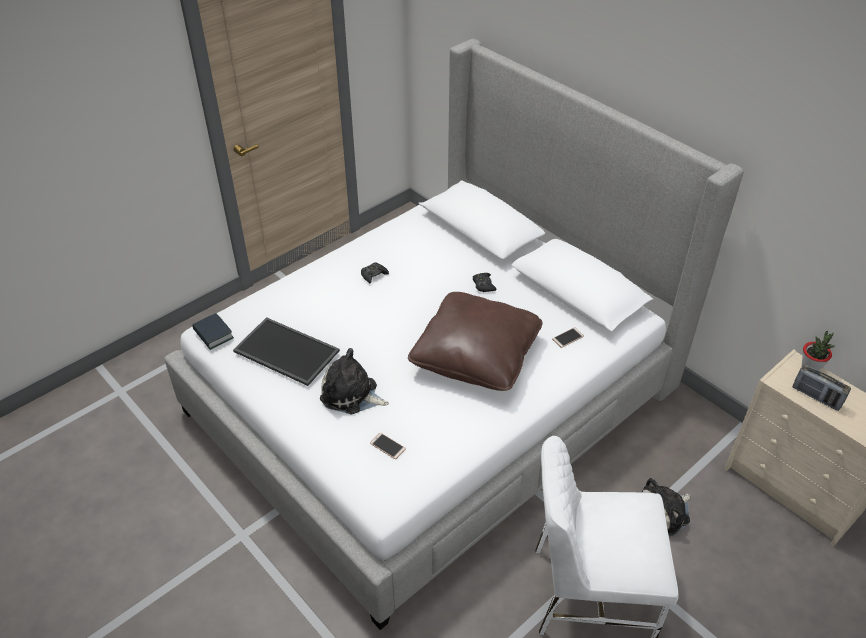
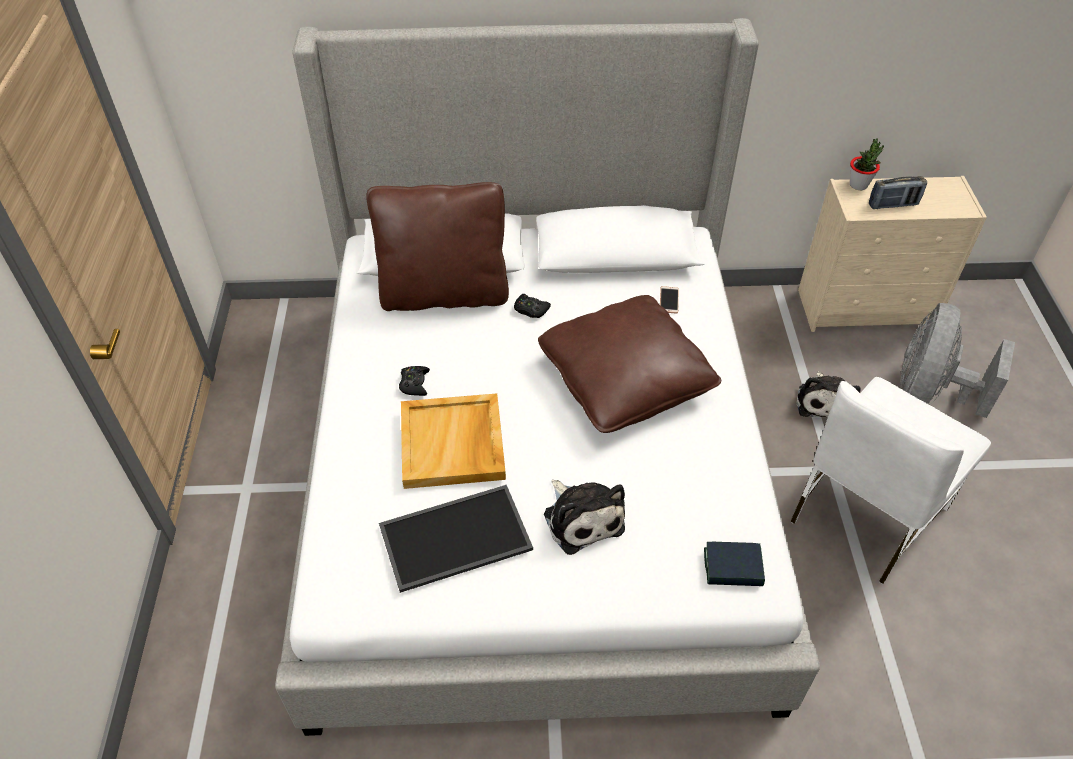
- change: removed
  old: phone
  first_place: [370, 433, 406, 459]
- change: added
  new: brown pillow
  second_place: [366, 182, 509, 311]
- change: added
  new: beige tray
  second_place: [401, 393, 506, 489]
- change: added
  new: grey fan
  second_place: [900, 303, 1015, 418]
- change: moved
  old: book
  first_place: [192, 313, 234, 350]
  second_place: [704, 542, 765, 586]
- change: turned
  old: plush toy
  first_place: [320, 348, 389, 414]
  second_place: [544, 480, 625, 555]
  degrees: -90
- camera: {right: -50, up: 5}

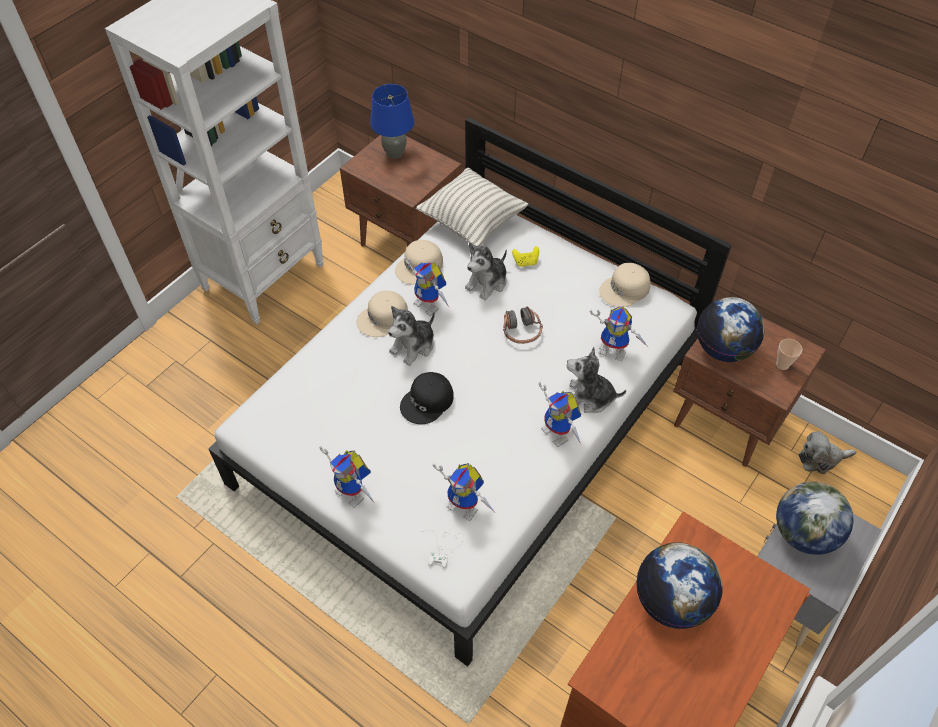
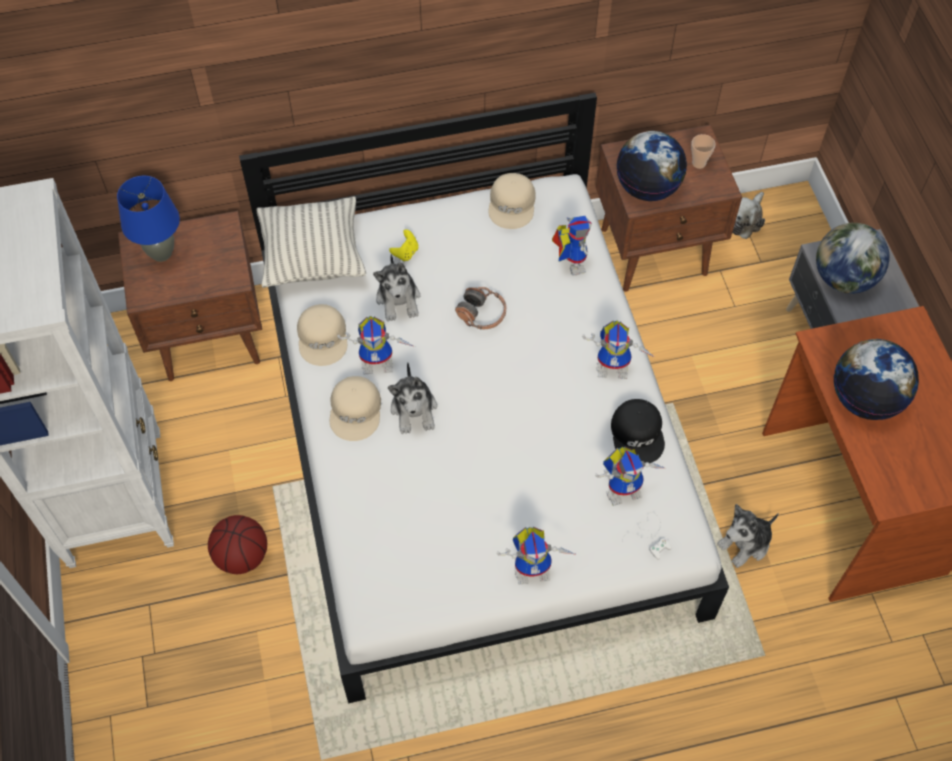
- change: added
  new: basketball
  second_place: [208, 515, 267, 574]
- change: moved
  old: black cap
  first_place: [400, 372, 454, 424]
  second_place: [611, 399, 665, 464]
- change: moved
  old: plush toy
  first_place: [567, 347, 626, 413]
  second_place: [717, 504, 779, 568]
- change: turned
  old: toy robot
  first_place: [590, 306, 648, 361]
  second_place: [552, 216, 592, 276]
  degrees: -75
- camera: {right: -50, up: 5}

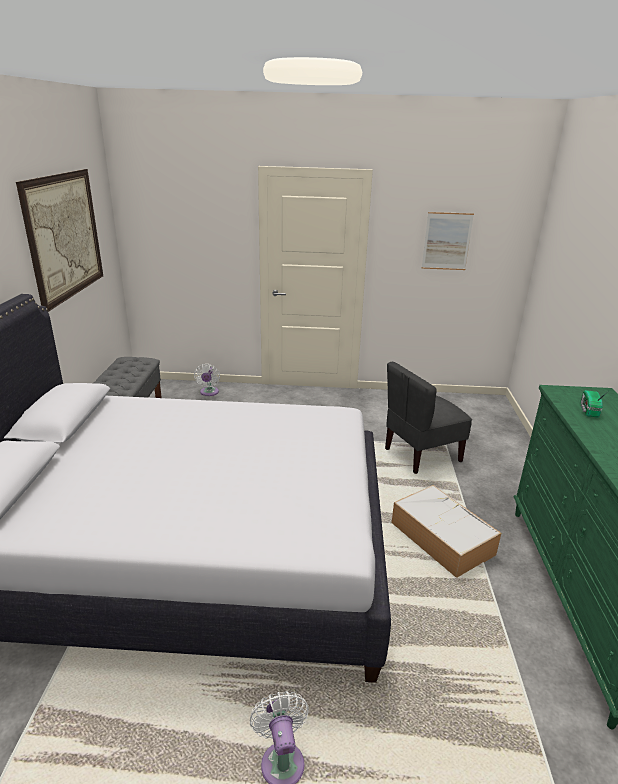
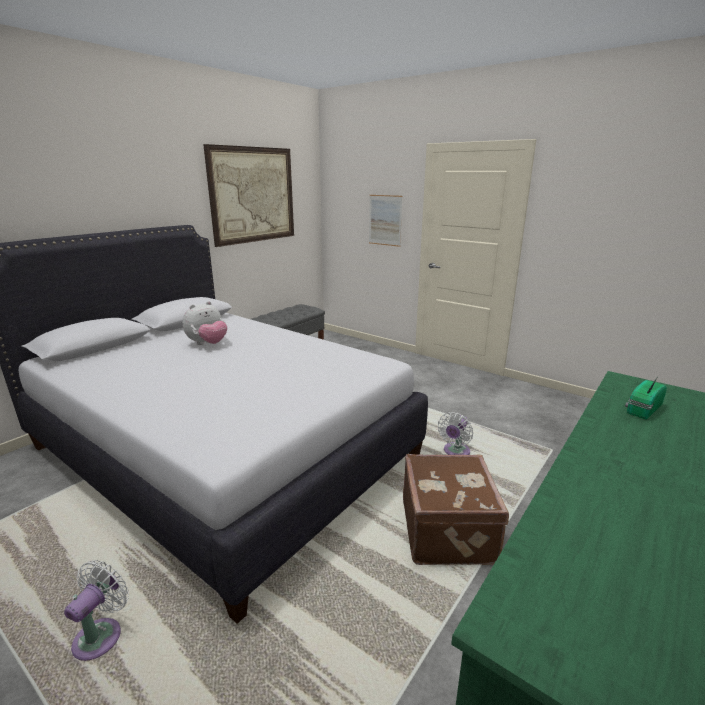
- change: removed
  old: grey chair
  first_place: [385, 362, 472, 474]
- change: added
  new: plush toy
  second_place: [183, 301, 227, 345]
- change: moved
  old: white fan
  first_place: [194, 364, 220, 396]
  second_place: [438, 412, 473, 455]
- change: moved
  old: picture
  first_place: [422, 212, 474, 270]
  second_place: [369, 195, 403, 247]
- change: replaced
  old: storage box
  new: brown suitcase
  first_place: [392, 485, 501, 578]
  second_place: [403, 454, 509, 565]
- camera: {right: 35, up: -5}

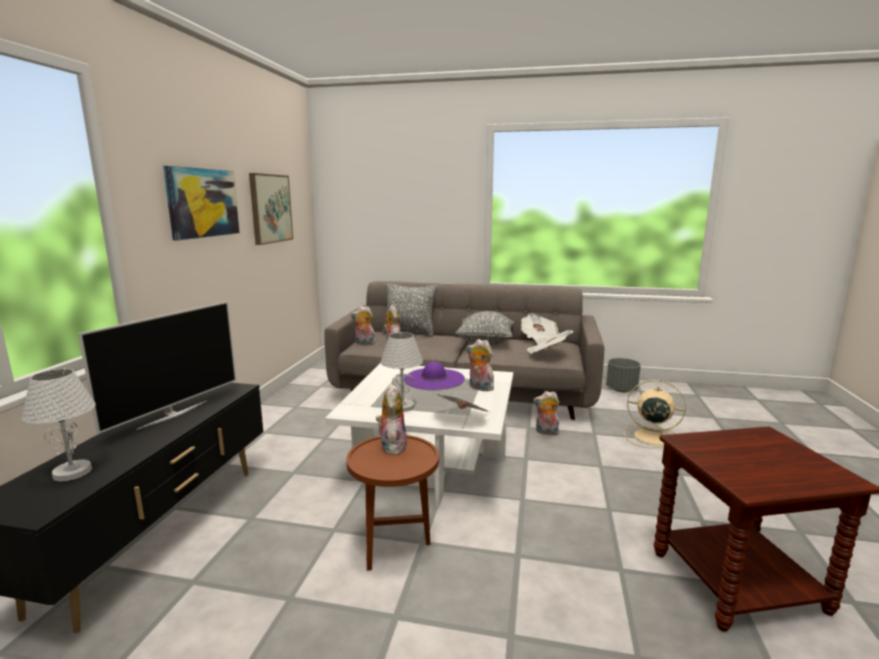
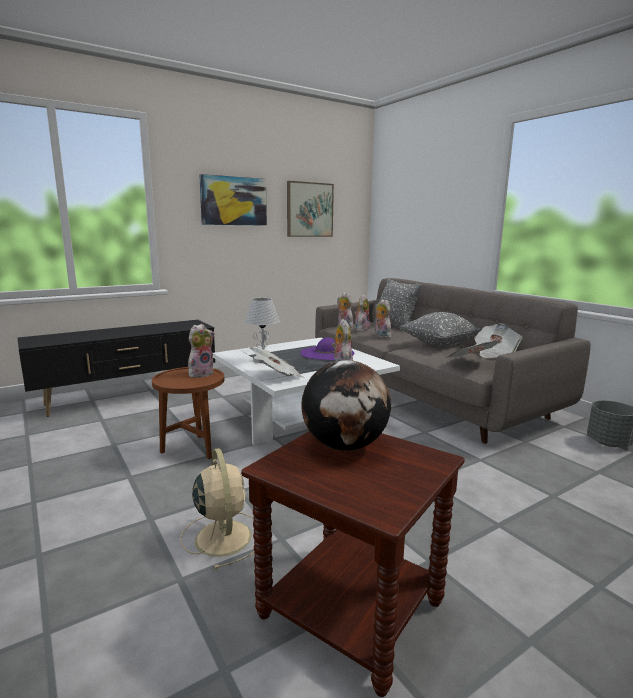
- change: removed
  old: white table lamp
  first_place: [21, 369, 96, 481]
- change: removed
  old: television
  first_place: [78, 301, 236, 434]
- change: added
  new: globe
  second_place: [301, 360, 391, 451]
- change: moved
  old: plush toy
  first_place: [533, 391, 559, 435]
  second_place: [375, 299, 392, 338]
- change: moved
  old: beige fan
  first_place: [624, 380, 686, 448]
  second_place: [180, 448, 255, 570]
- camera: {right: 45, up: 0}

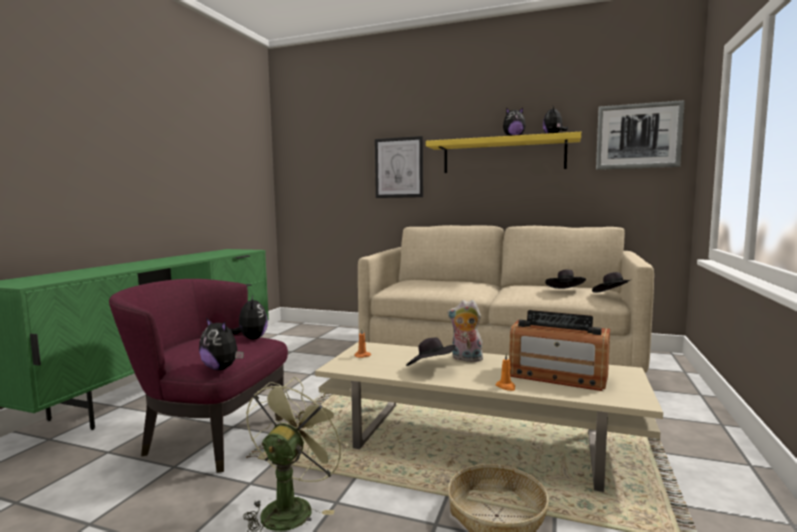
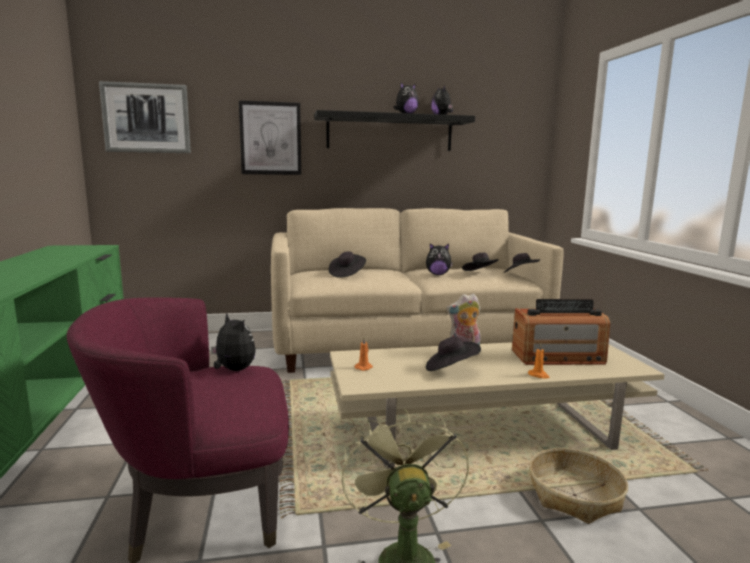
- change: added
  new: black hat
  second_place: [329, 252, 366, 278]
- change: moved
  old: plush toy
  first_place: [199, 318, 244, 370]
  second_place: [426, 243, 453, 275]
- change: moved
  old: picture
  first_place: [596, 100, 685, 170]
  second_place: [99, 81, 191, 153]
- change: recoloured
  old: yellow shelf
  new: black shelf
  first_place: [426, 132, 581, 173]
  second_place: [314, 110, 475, 151]
- camera: {right: -30, up: 5}

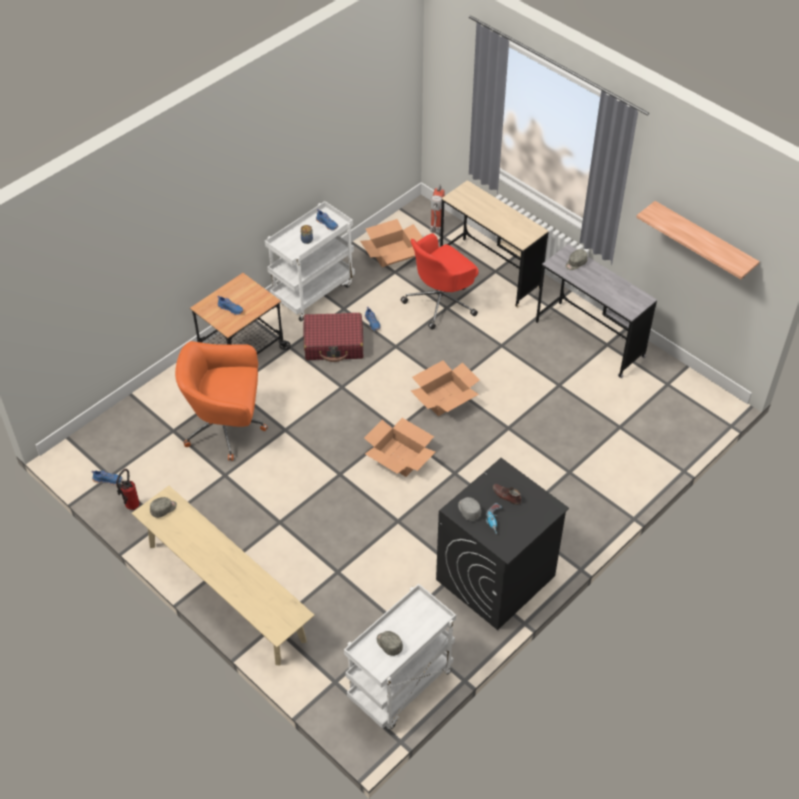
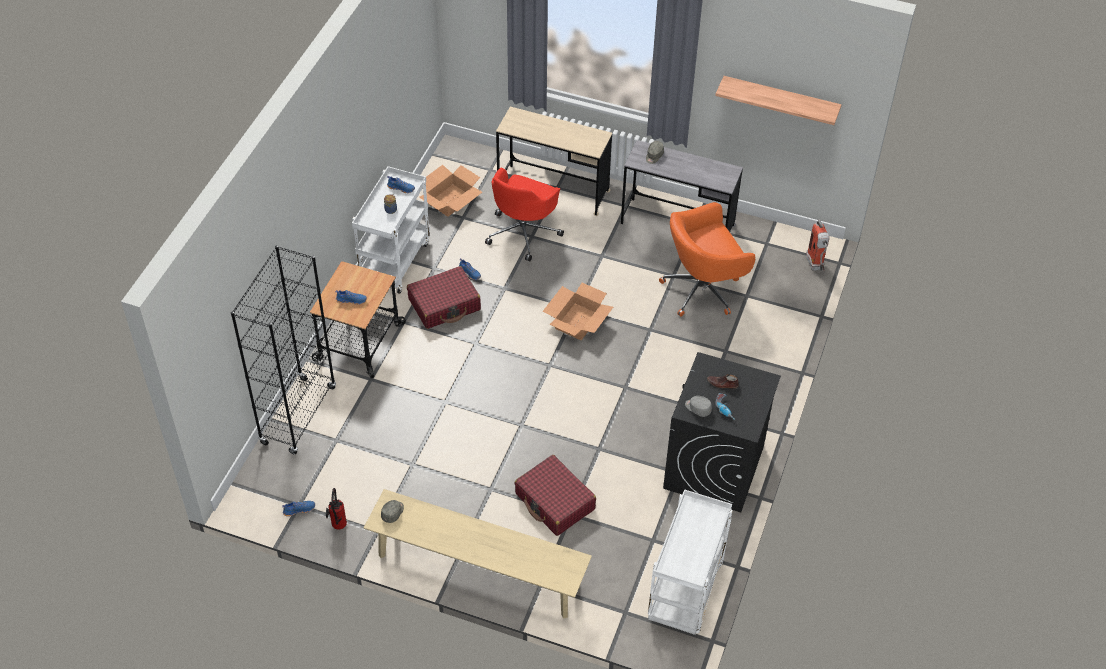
- change: removed
  old: cardboard box
  first_place: [364, 418, 435, 477]
- change: removed
  old: grey cap
  first_place: [377, 631, 403, 656]
- change: added
  new: black bookcase
  second_place: [231, 245, 336, 454]
- change: added
  new: red suitcase
  second_place: [514, 455, 596, 536]
- change: moved
  old: orange office chair
  first_place: [175, 341, 268, 461]
  second_place: [659, 202, 755, 317]
- change: moved
  old: fire extinguisher
  first_place: [430, 184, 445, 233]
  second_place: [806, 220, 830, 271]
- camera: {right: -25, up: 0}

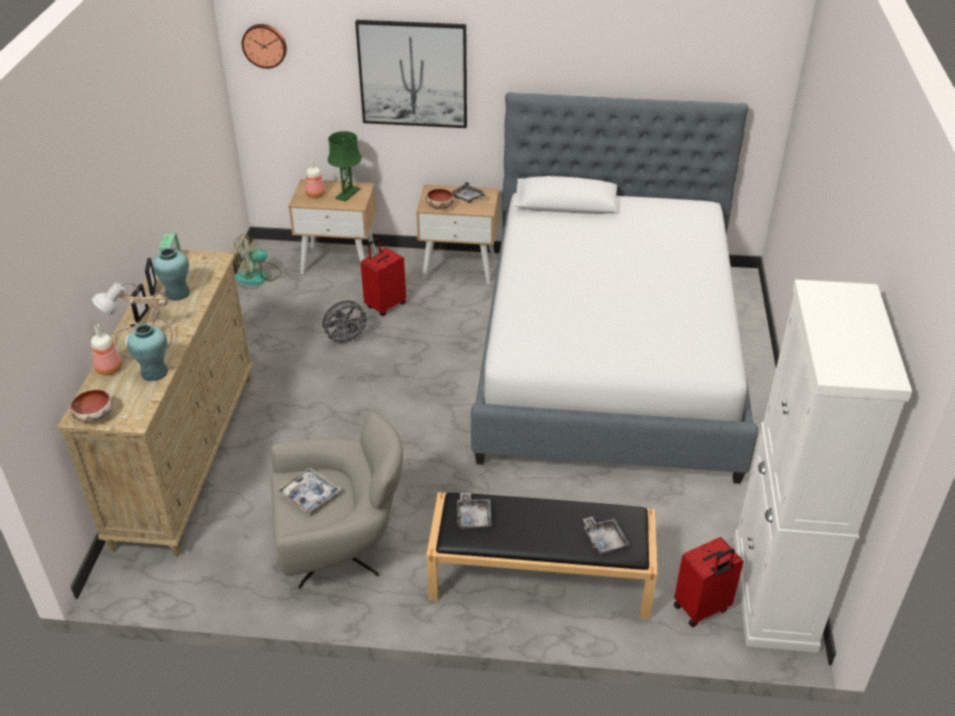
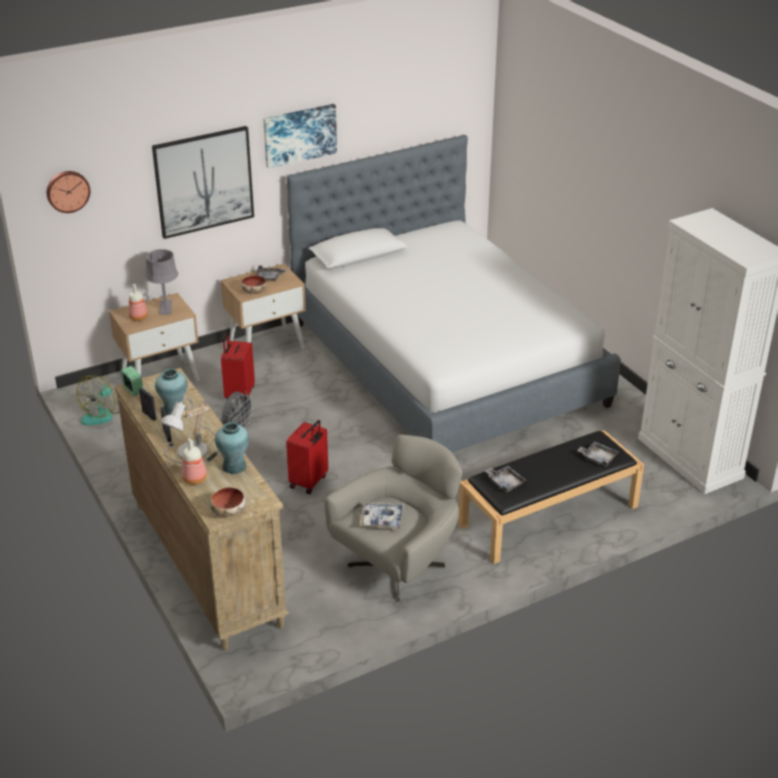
- change: added
  new: picture
  second_place: [263, 104, 337, 169]
- change: moved
  old: red suitcase
  first_place: [674, 537, 744, 627]
  second_place: [286, 420, 328, 494]
- change: recoloured
  old: green table lamp
  new: grey table lamp
  first_place: [328, 131, 362, 202]
  second_place: [145, 249, 179, 315]
- camera: {right: -35, up: -5}

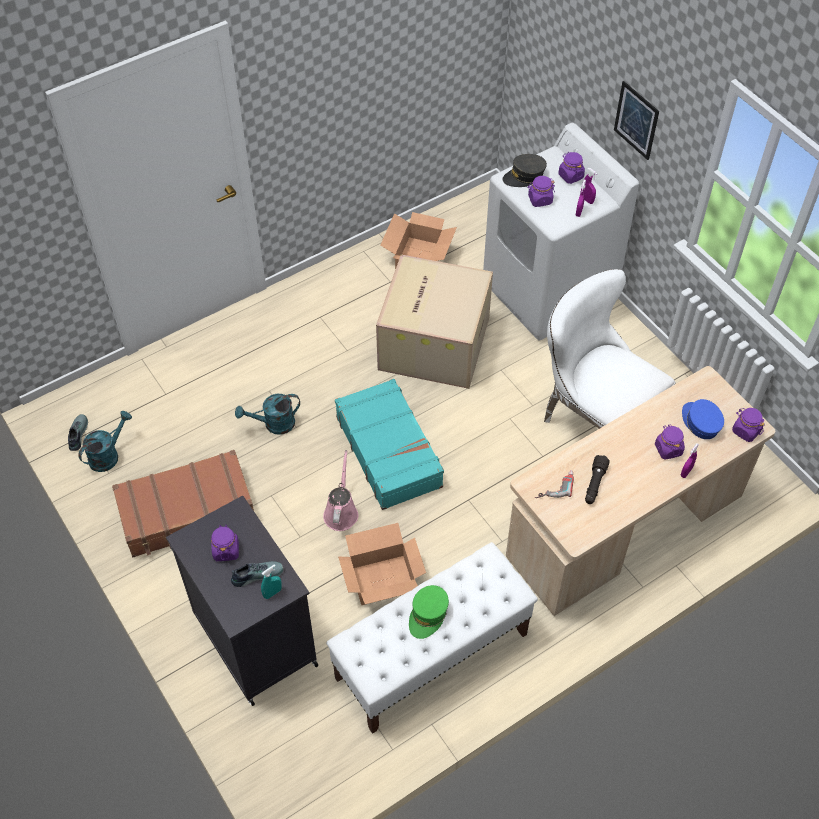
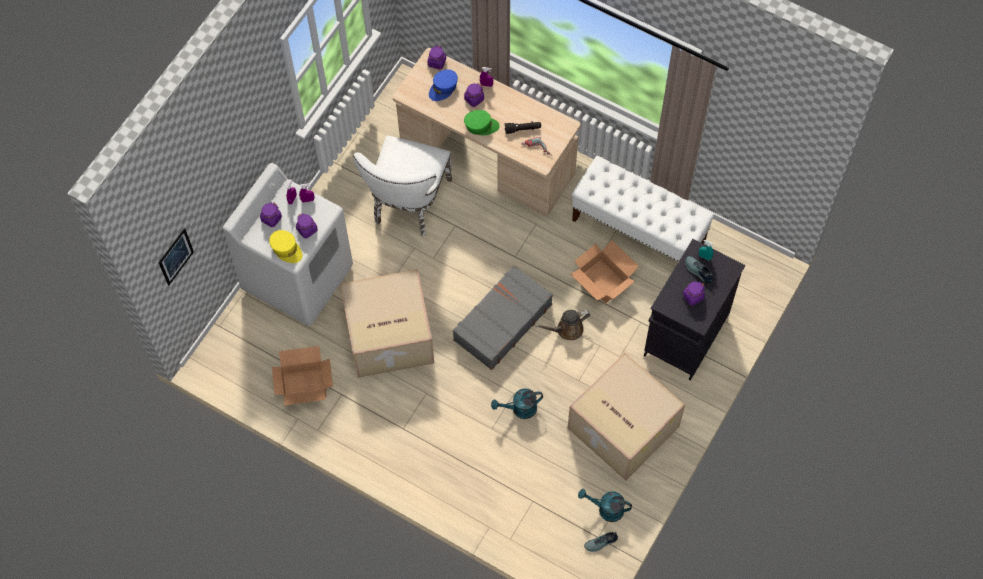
- change: moved
  old: green cap
  first_place: [409, 585, 449, 639]
  second_place: [464, 110, 500, 136]
- change: moved
  old: picture
  first_place: [614, 81, 659, 160]
  second_place: [158, 228, 194, 285]
- change: replaced
  old: brown suitcase
  new: cardboard box
  first_place: [112, 450, 254, 557]
  second_place: [568, 353, 685, 480]
- change: recoloured
  old: pink watering can
  new: brown watering can
  first_place: [323, 450, 358, 531]
  second_place: [535, 310, 590, 340]
- change: recoloured
  old: turquoise suitcase
  new: grey suitcase
  first_place: [335, 379, 444, 510]
  second_place: [453, 265, 553, 370]
- change: recoloured
  old: grey cap
  new: yellow cap
  first_place: [502, 154, 547, 187]
  second_place: [269, 230, 303, 263]
- change: turned
  old: turquoise watering can
  first_place: [235, 394, 300, 435]
  second_place: [491, 388, 543, 419]
  degrees: 120
- camera: {right: -115, up: 10}

